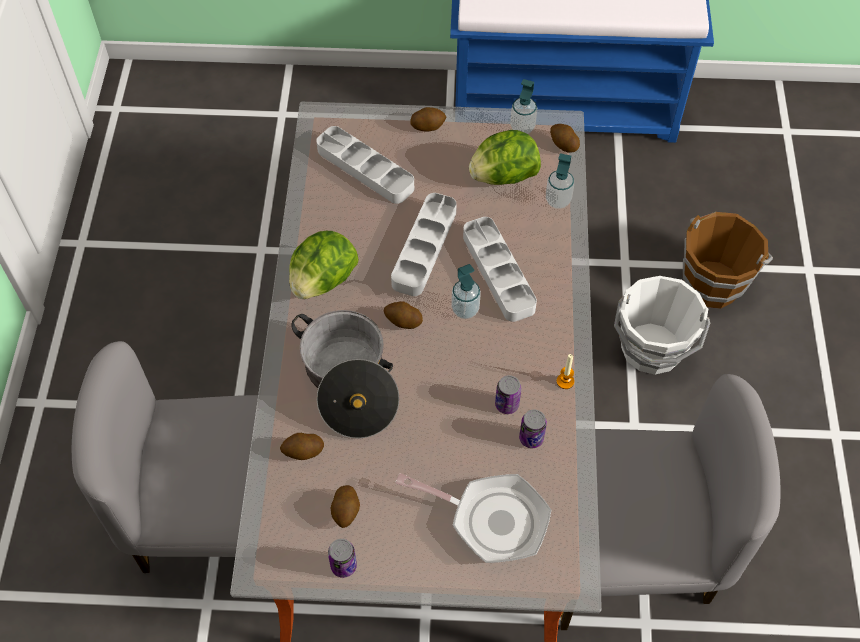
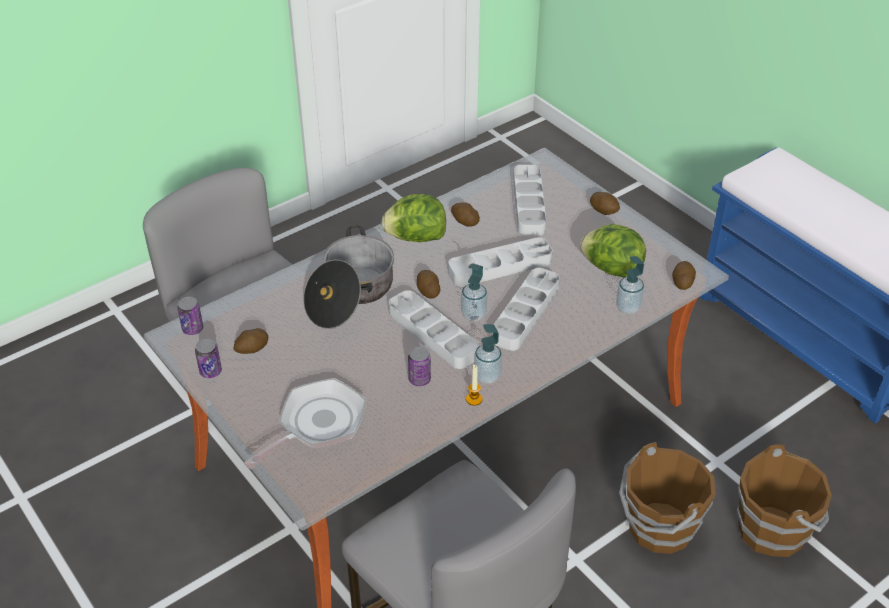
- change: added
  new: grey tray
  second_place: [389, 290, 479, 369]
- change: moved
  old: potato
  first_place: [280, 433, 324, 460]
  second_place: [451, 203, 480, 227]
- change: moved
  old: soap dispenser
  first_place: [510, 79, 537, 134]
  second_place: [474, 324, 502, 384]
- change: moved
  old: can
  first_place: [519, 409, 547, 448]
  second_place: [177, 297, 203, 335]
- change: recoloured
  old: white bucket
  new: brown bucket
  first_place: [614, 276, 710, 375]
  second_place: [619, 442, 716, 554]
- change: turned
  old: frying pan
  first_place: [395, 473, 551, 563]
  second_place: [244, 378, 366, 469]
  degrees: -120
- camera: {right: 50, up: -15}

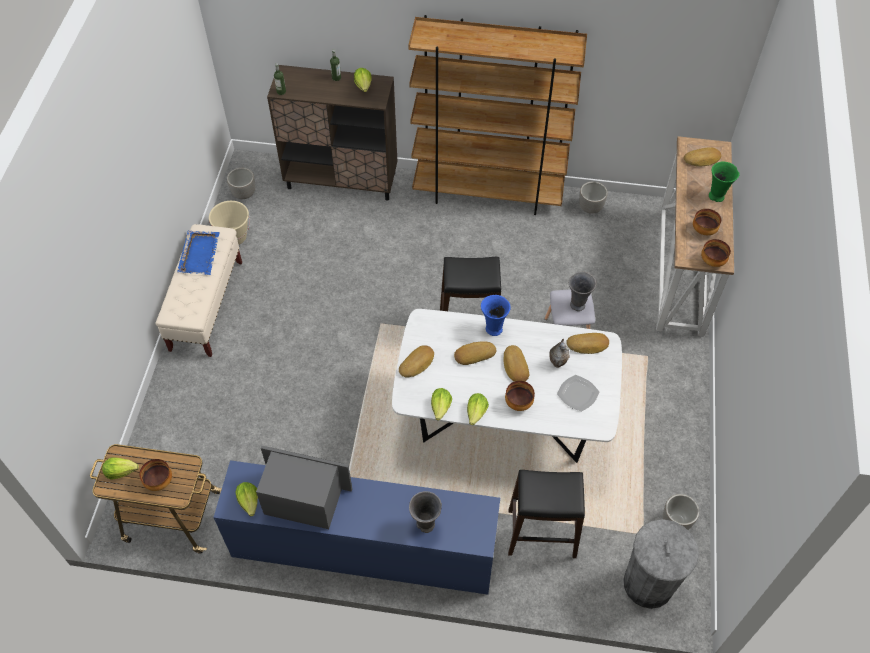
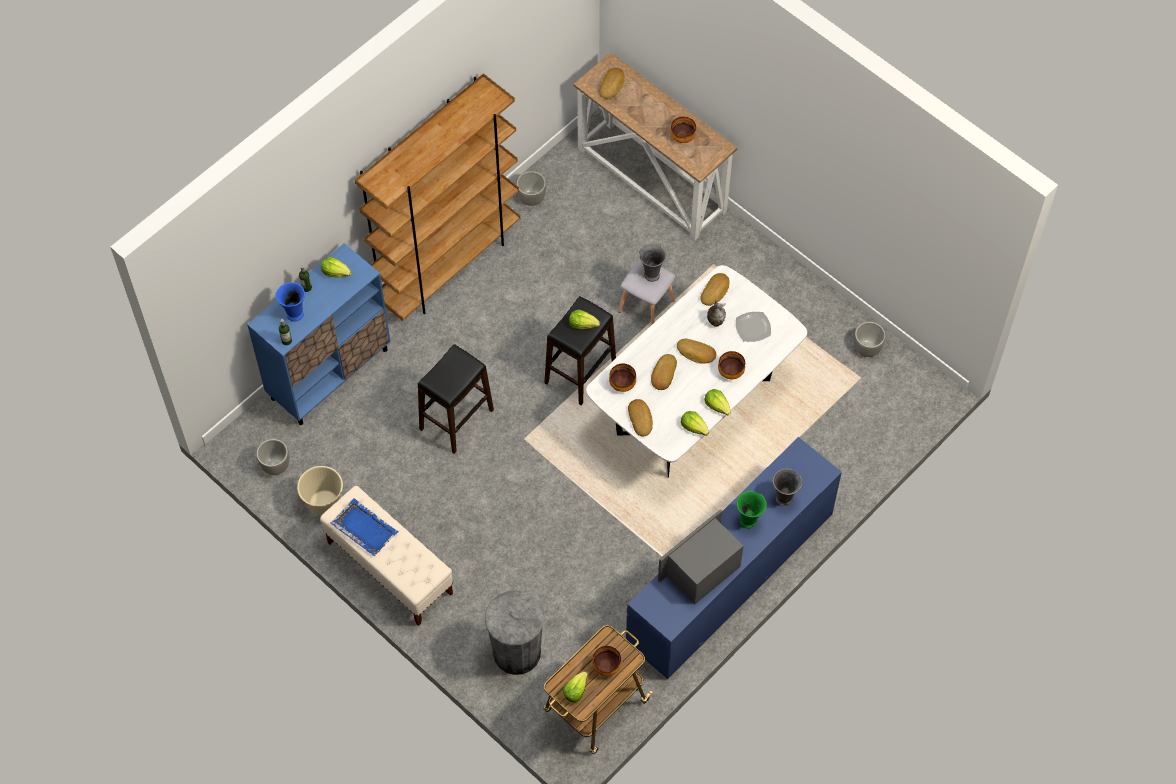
- change: moved
  old: lettuce
  first_place: [235, 482, 258, 516]
  second_place: [569, 310, 600, 329]
- change: moved
  old: blue vase
  first_place: [481, 295, 511, 336]
  second_place: [276, 283, 305, 322]
- change: moved
  old: black stool
  first_place: [508, 470, 585, 558]
  second_place: [418, 344, 494, 454]
- change: moved
  old: grey trash can
  first_place: [623, 519, 699, 609]
  second_place: [485, 590, 544, 675]
- change: moved
  old: bowl
  first_place: [701, 239, 731, 267]
  second_place: [609, 364, 636, 392]
- change: moved
  old: green vase
  first_place: [709, 161, 740, 202]
  second_place: [737, 491, 767, 529]
- change: recoloured
  old: brown cabinet
  new: blue cabinet
  first_place: [267, 65, 397, 201]
  second_place: [247, 243, 391, 425]
- camera: {right: -55, up: 5}

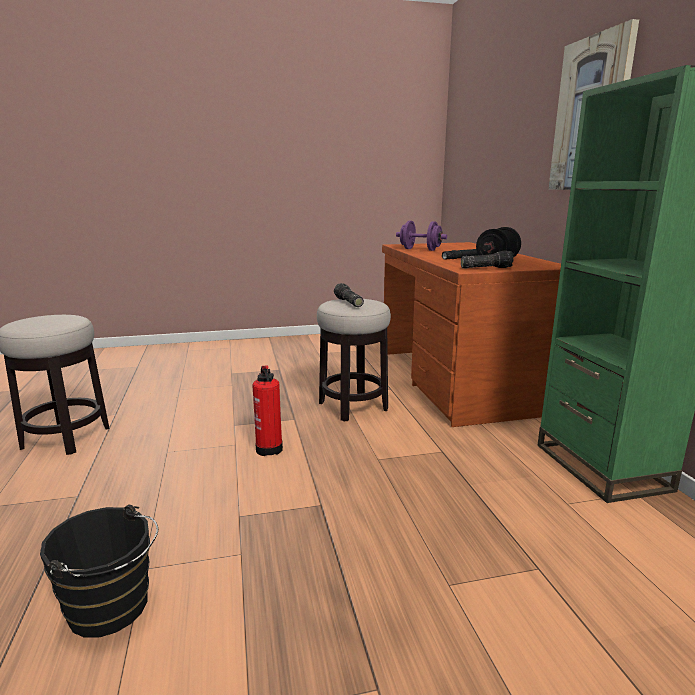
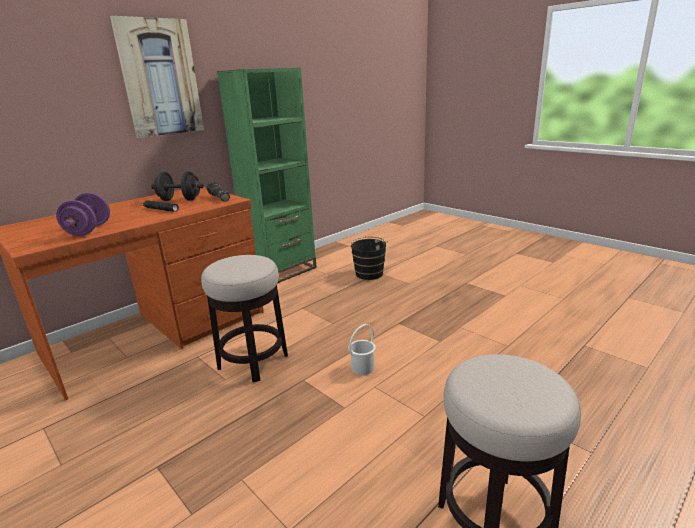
- change: removed
  old: flashlight
  first_place: [334, 283, 364, 307]
- change: moved
  old: black bucket
  first_place: [40, 505, 158, 638]
  second_place: [349, 237, 387, 280]
- change: replaced
  old: fire extinguisher
  new: white bucket
  first_place: [252, 365, 283, 456]
  second_place: [348, 324, 376, 375]
- camera: {right: -120, up: 5}

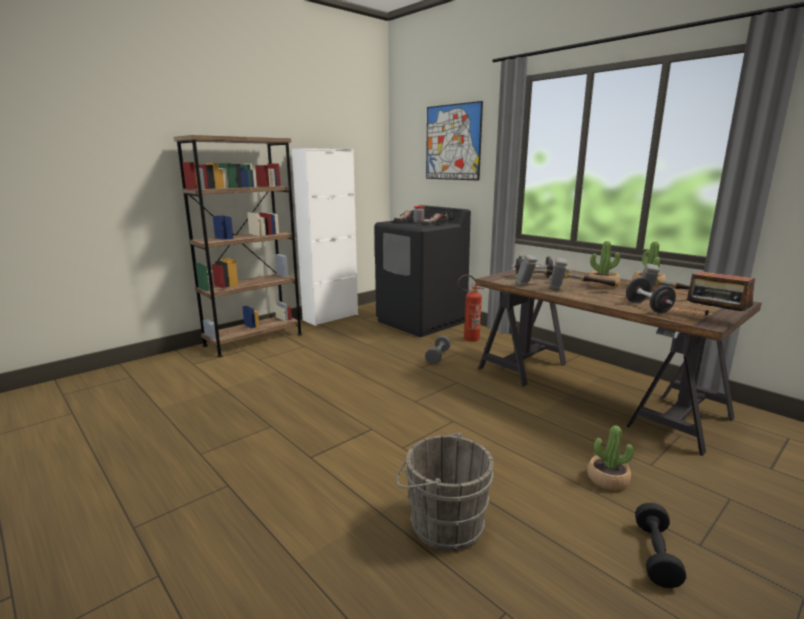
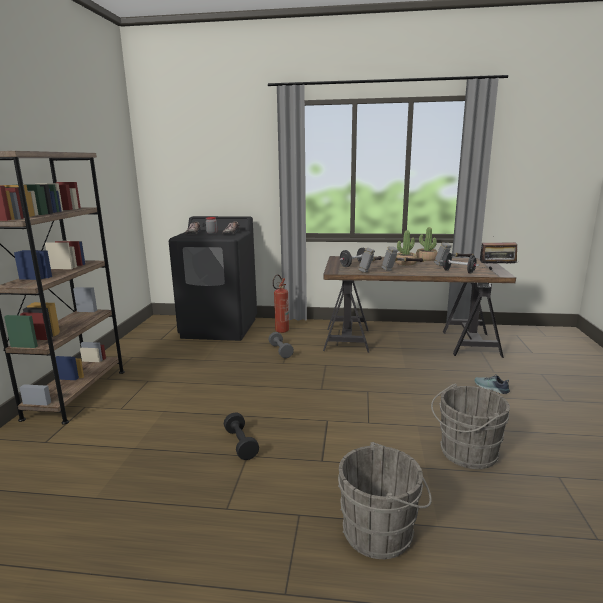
- change: removed
  old: white cabinet
  first_place: [292, 148, 358, 326]
- change: removed
  old: picture
  first_place: [426, 101, 483, 181]
- change: added
  new: grey bucket
  second_place: [338, 442, 432, 559]
- change: moved
  old: black dumbbell
  first_place: [635, 503, 686, 588]
  second_place: [224, 413, 259, 460]
- change: replaced
  old: potted plant
  new: shoe
  first_place: [587, 425, 634, 491]
  second_place: [474, 374, 510, 394]
- camera: {right: -40, up: 0}

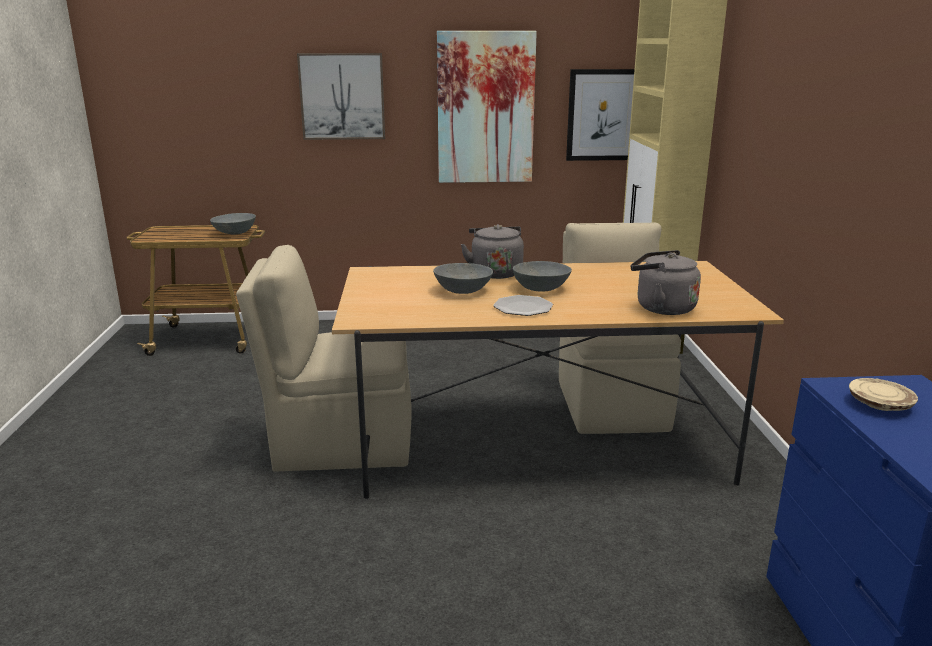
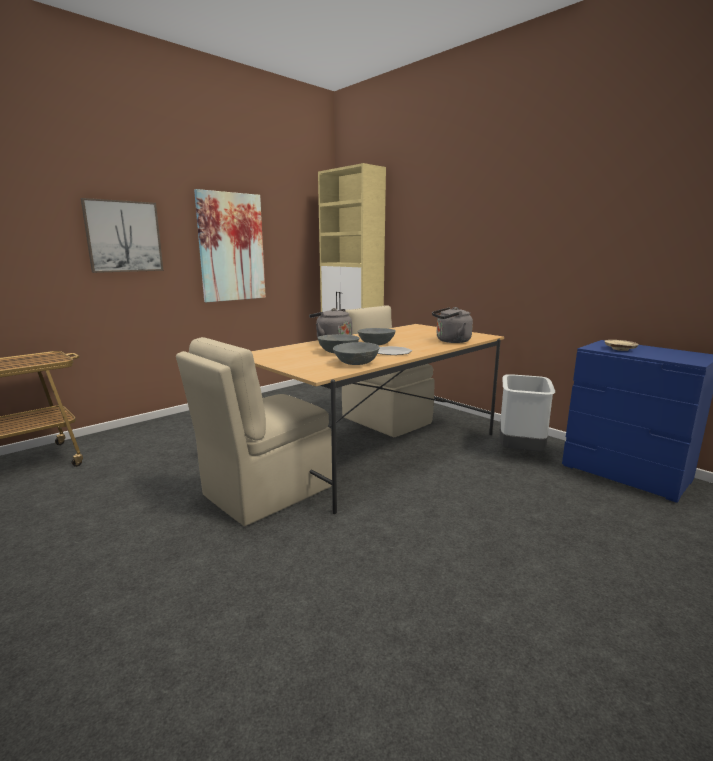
- change: removed
  old: picture
  first_place: [566, 69, 635, 161]
- change: added
  new: grey trash can
  second_place: [500, 374, 555, 451]
- change: moved
  old: grey bowl
  first_place: [210, 213, 256, 235]
  second_place: [333, 342, 379, 365]
- camera: {right: -40, up: -5}

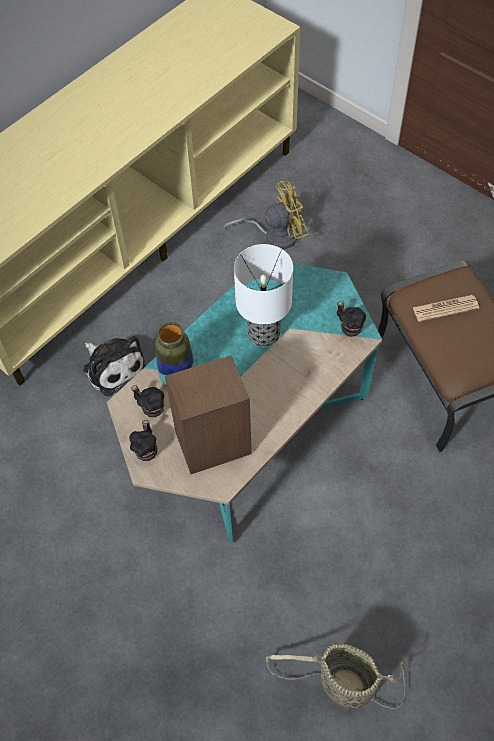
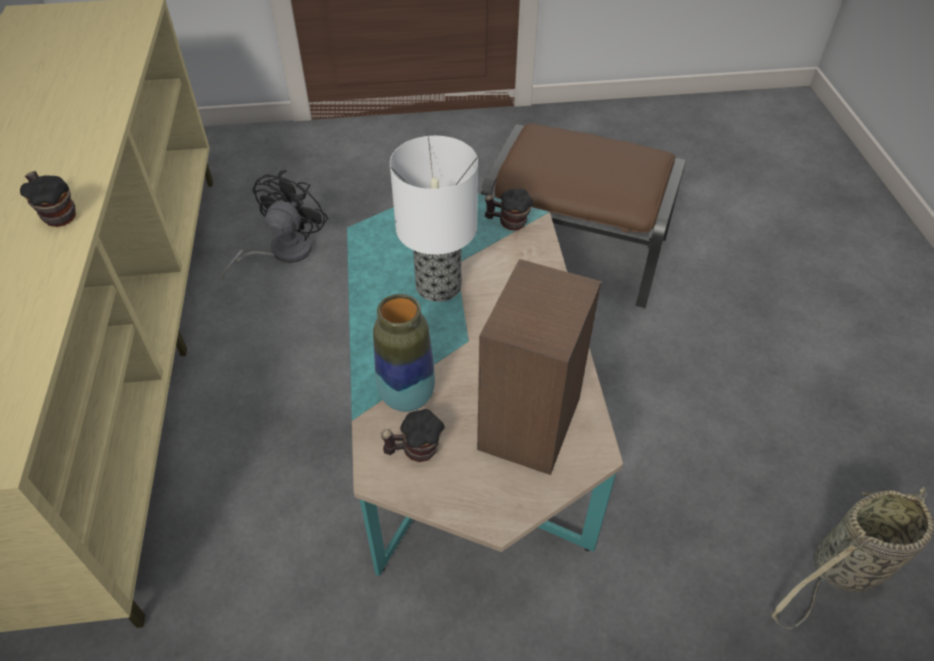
- change: removed
  old: plush toy
  first_place: [83, 336, 146, 396]
- change: removed
  old: newspaper
  first_place: [413, 295, 479, 322]
- change: moved
  old: mug
  first_place: [129, 420, 157, 461]
  second_place: [20, 171, 76, 227]
- change: recoloured
  old: yellow fan
  new: black fan
  first_place: [224, 181, 309, 249]
  second_place: [222, 170, 328, 282]
- camera: {right: -50, up: -10}

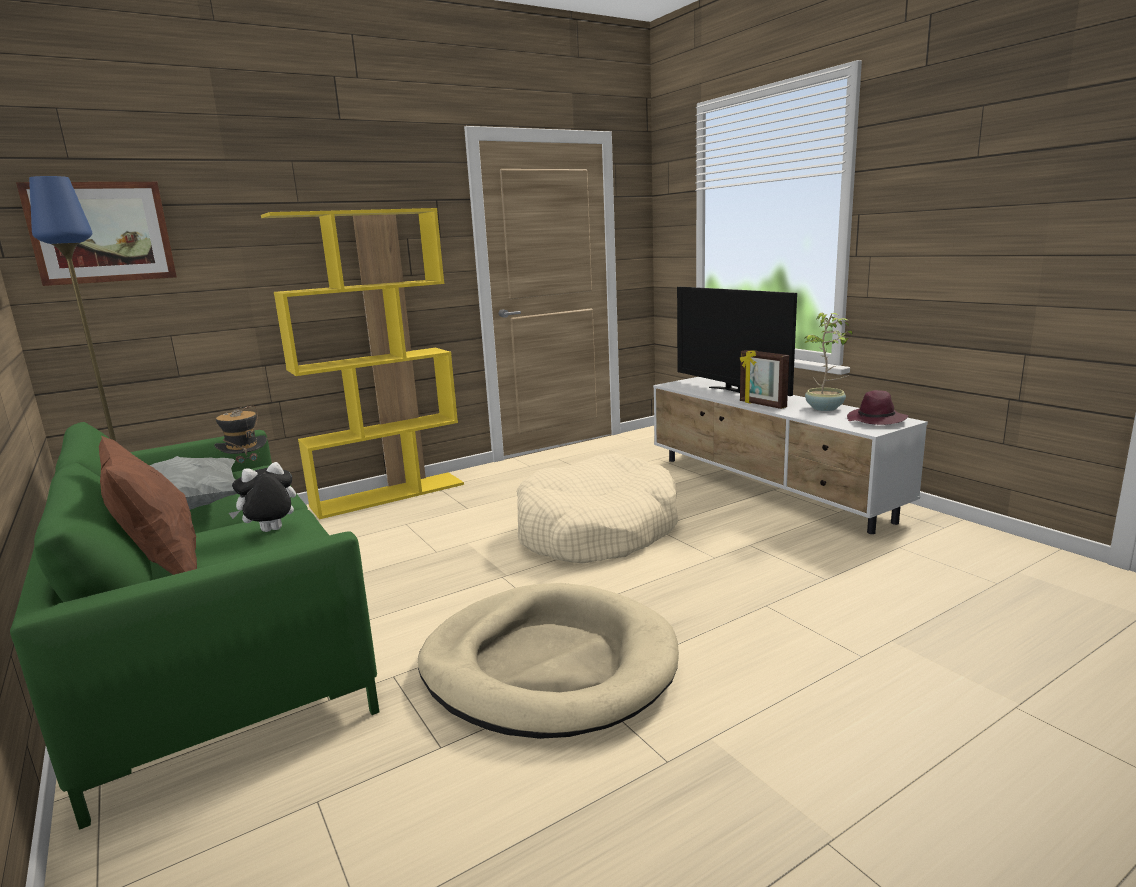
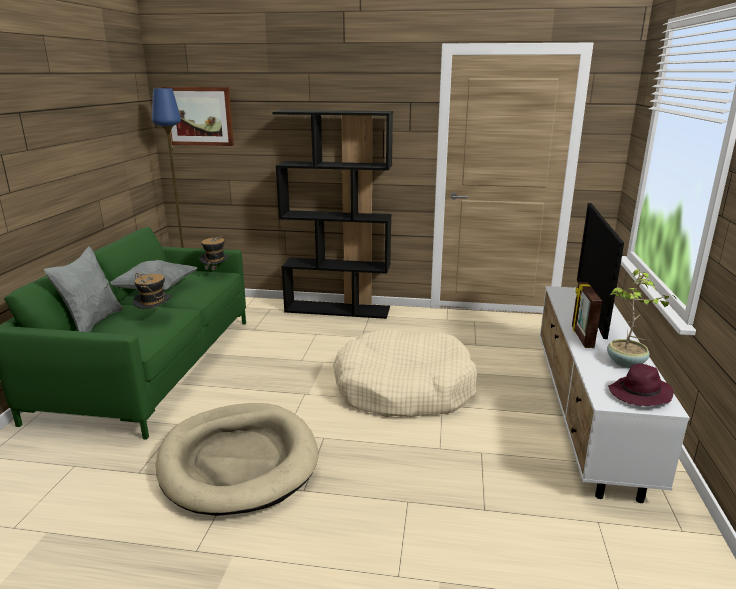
- change: replaced
  old: plush toy
  new: hat
  first_place: [229, 462, 296, 532]
  second_place: [133, 273, 172, 312]
- change: recoloured
  old: brown pillow
  new: grey pillow
  first_place: [99, 436, 197, 575]
  second_place: [44, 246, 123, 332]
- change: recoloured
  old: yellow bookcase
  new: black bookcase
  first_place: [261, 208, 464, 519]
  second_place: [272, 110, 393, 319]
- camera: {right: 40, up: 5}

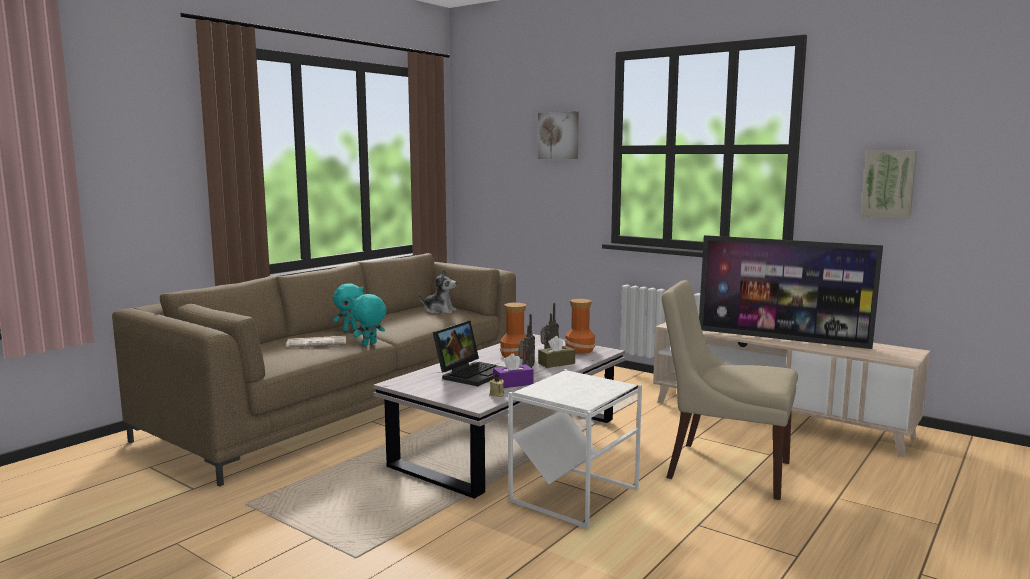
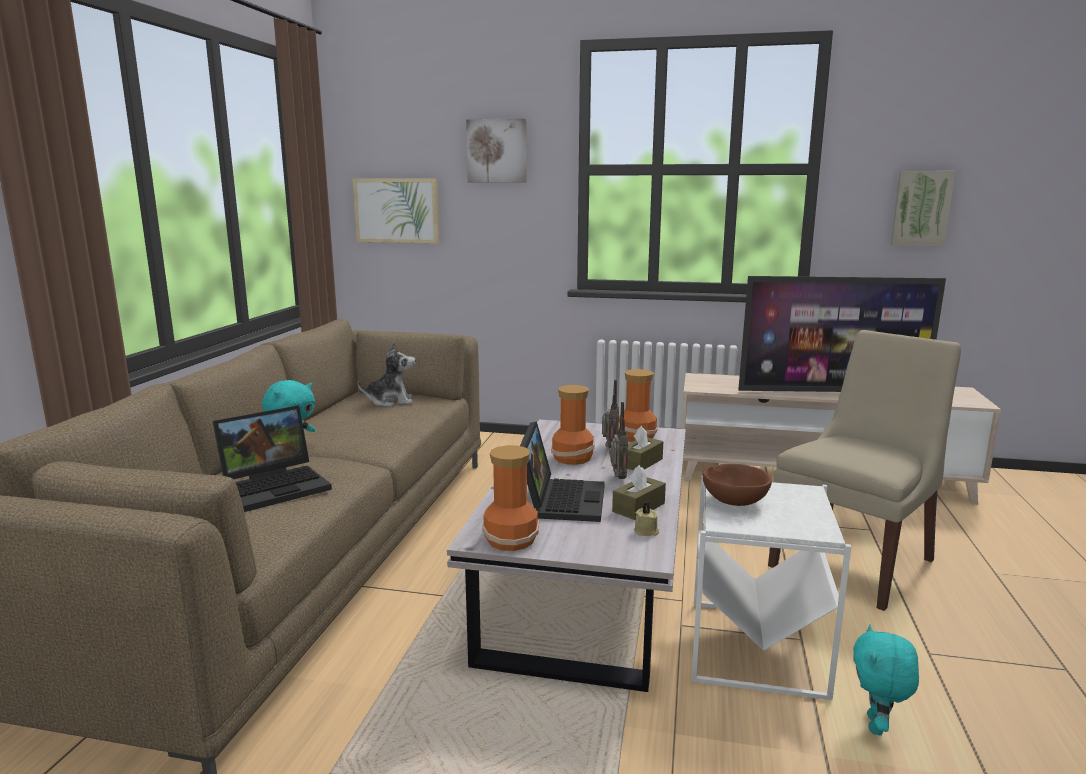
- change: added
  new: picture
  second_place: [352, 178, 439, 243]
- change: added
  new: vase
  second_place: [482, 445, 539, 551]
- change: added
  new: brown bowl
  second_place: [703, 464, 772, 506]
- change: moved
  old: turquoise plush toy
  first_place: [351, 294, 386, 346]
  second_place: [853, 625, 919, 735]
- change: replaced
  old: newspaper
  new: laptop
  first_place: [286, 336, 346, 347]
  second_place: [213, 406, 332, 512]
- change: recoloured
  old: purple tissue box
  new: brown tissue box
  first_place: [493, 353, 534, 388]
  second_place: [612, 465, 666, 520]
- change: turned
  old: beige chair
  first_place: [661, 280, 798, 500]
  second_place: [768, 330, 961, 611]
  degrees: 135
- camera: {right: -25, up: 5}

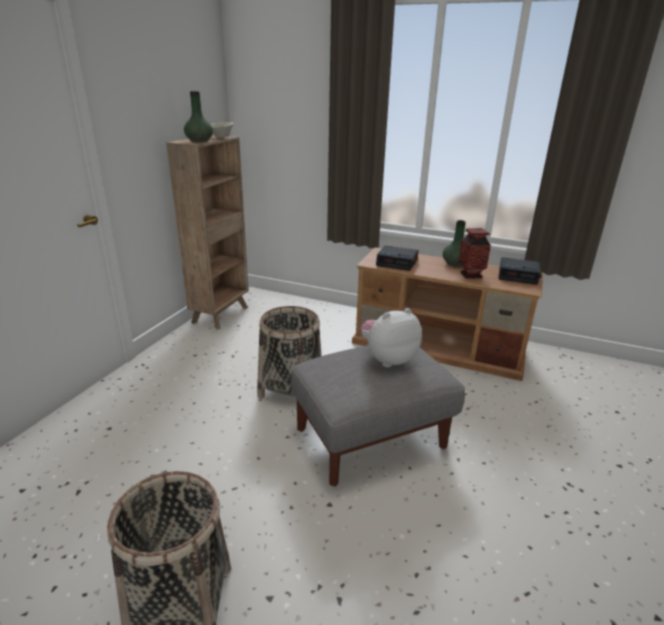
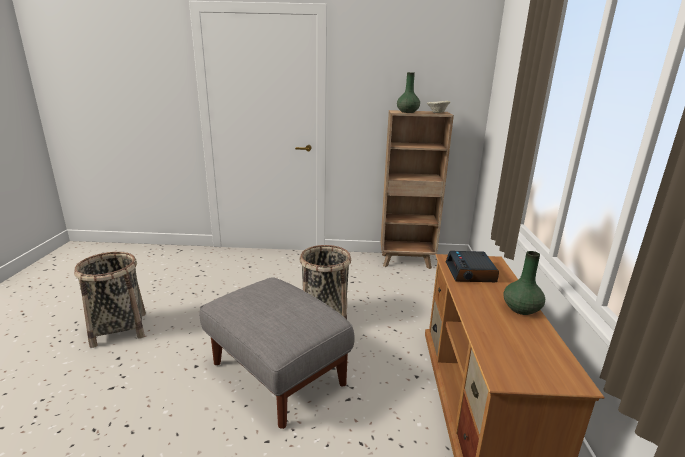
- change: removed
  old: plush toy
  first_place: [361, 308, 422, 367]
- change: removed
  old: vase
  first_place: [459, 228, 491, 279]
- change: removed
  old: alarm clock
  first_place: [498, 257, 542, 285]
- camera: {right: 70, up: -5}

